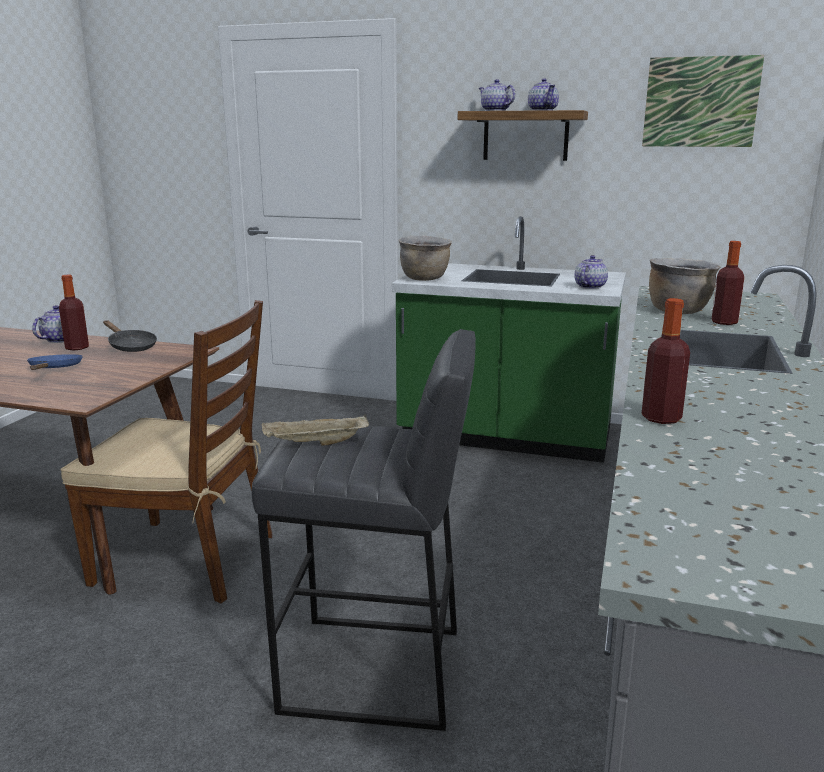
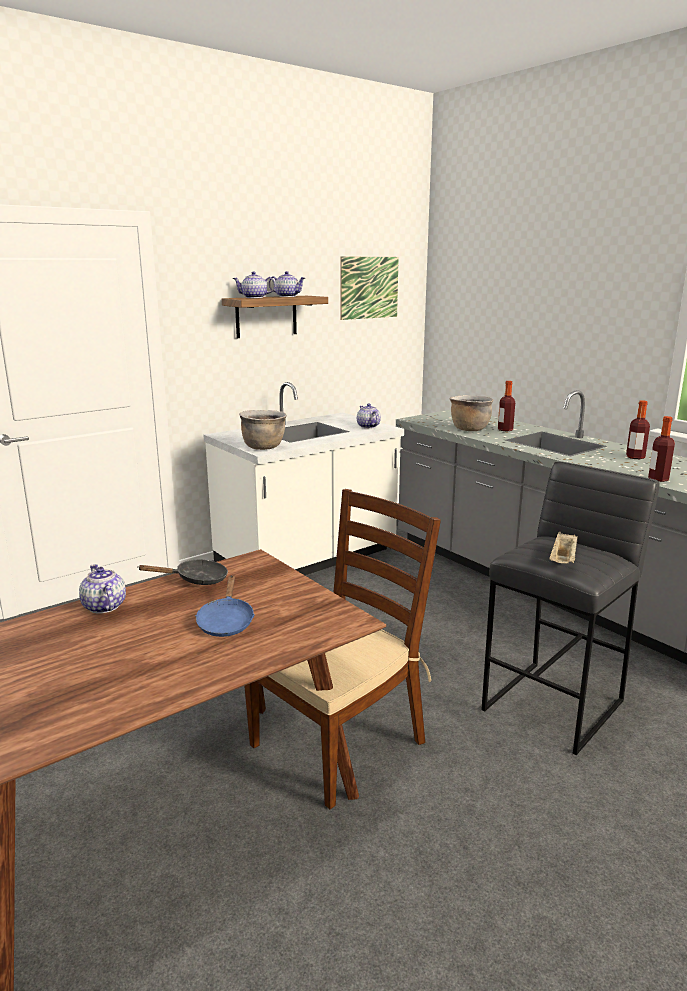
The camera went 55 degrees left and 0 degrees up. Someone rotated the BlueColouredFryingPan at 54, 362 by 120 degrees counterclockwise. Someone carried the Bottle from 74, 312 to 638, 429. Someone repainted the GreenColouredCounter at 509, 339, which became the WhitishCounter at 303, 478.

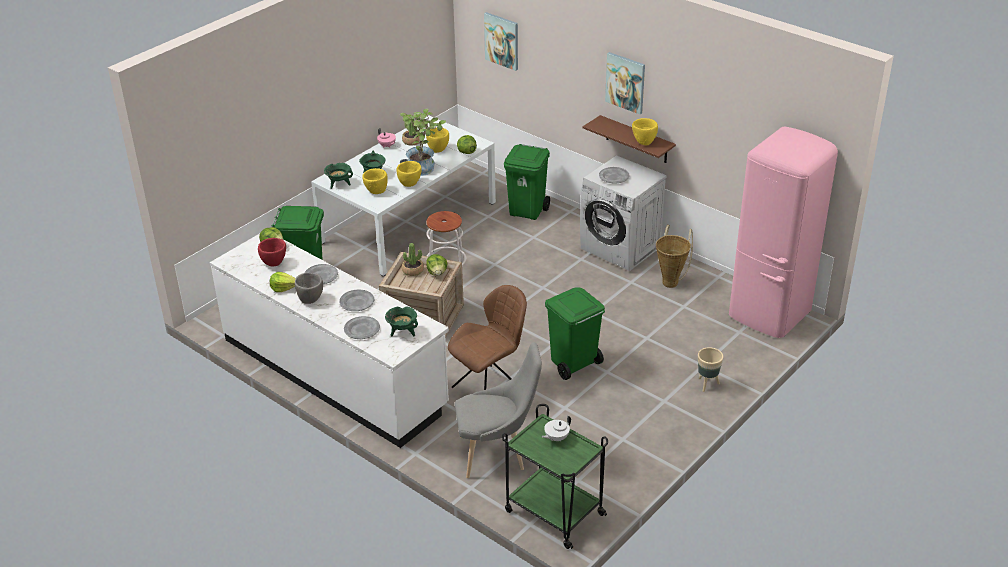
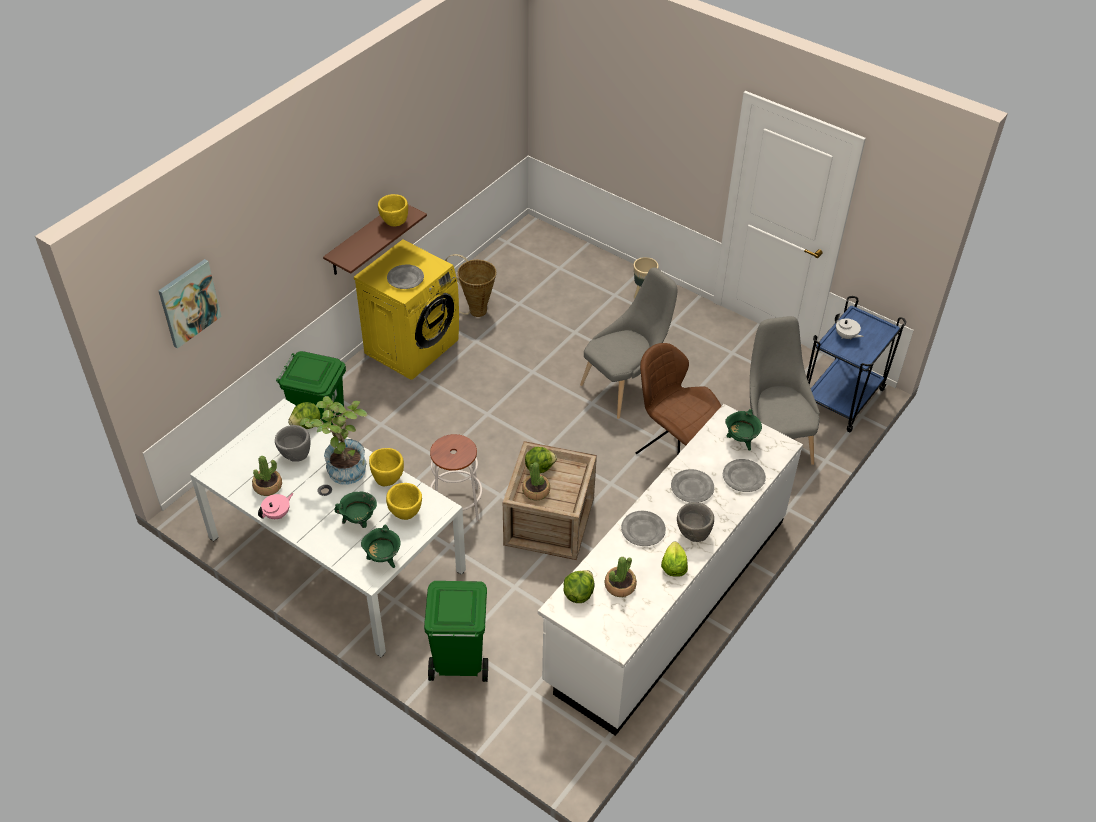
The camera went 95 degrees left and 10 degrees up. Someone swapped the RedDeepDish at 272, 252 for the Houseplant at 621, 577. Someone repainted the YellowishDeepDish at 437, 140, which became the GreyDeepDish at 293, 443. Someone repainted the GreenColouredCart at 555, 476, which became the BlueColouredCart at 856, 364. Someone swapped the GreenColouredRubbishBin at 575, 334 for the GreyChair at 628, 343. Someone repainted the WhitishLaundryAppliance at 623, 213, which became the YellowishLaundryAppliance at 406, 309. Someone took away the Picture at 625, 83. Someone took away the PinkFridge at 783, 232.

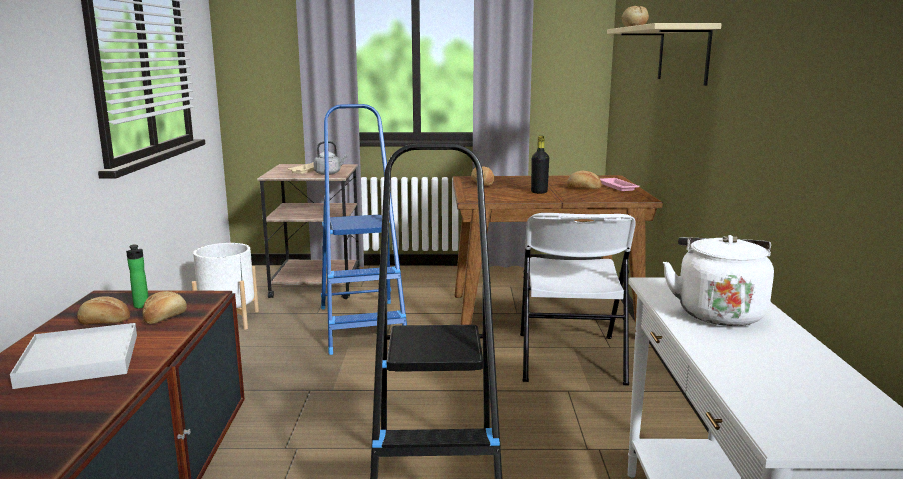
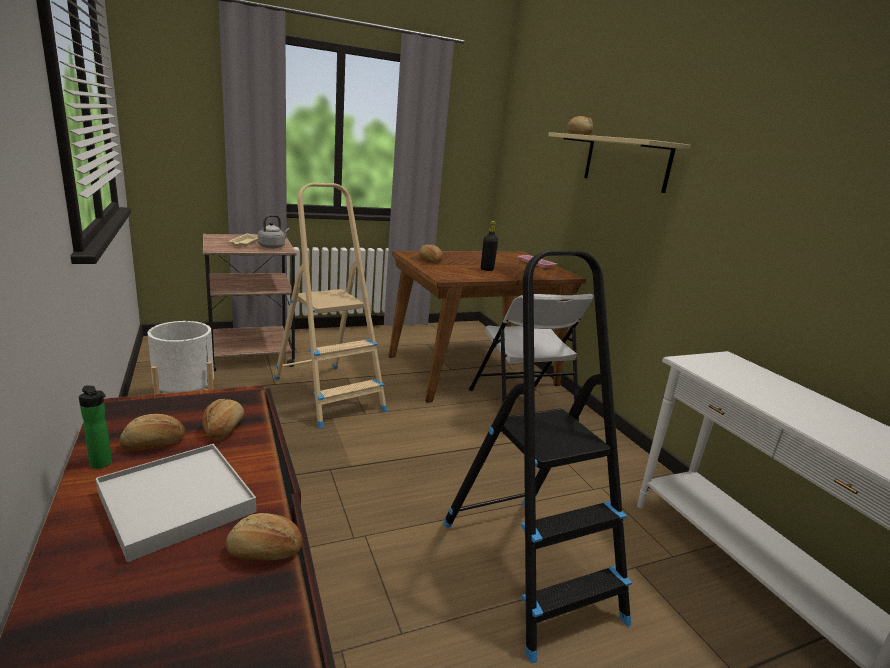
The camera went 25 degrees left and 5 degrees up. Someone carried the Bottle from 137, 276 to 95, 427. Someone repainted the BlueColouredStepLadder at 364, 229, which became the BeigeColouredStepLadder at 330, 306. Someone carried the BakeryBread from 584, 180 to 264, 536. Someone took away the WhitishKettle at 718, 280.

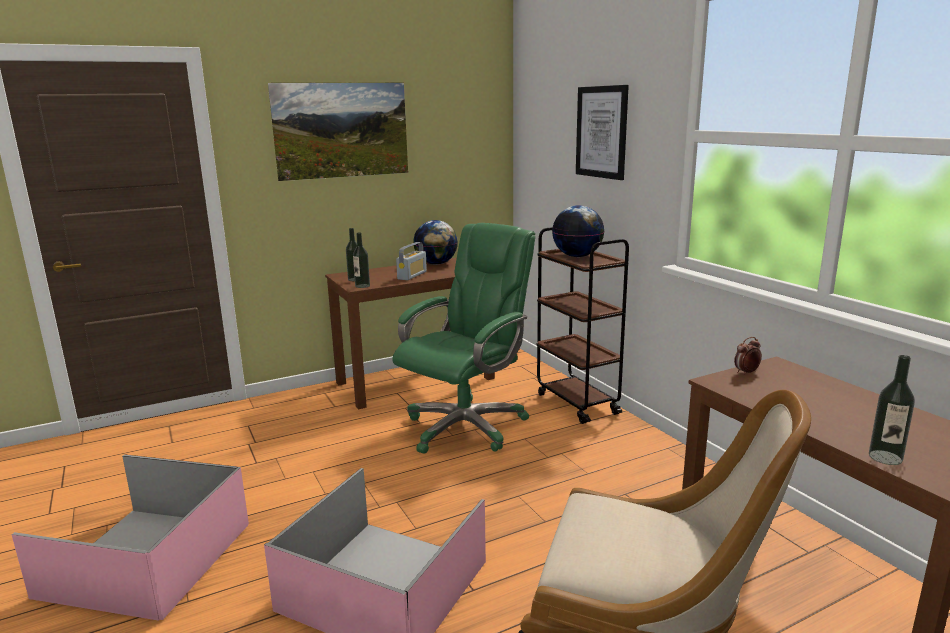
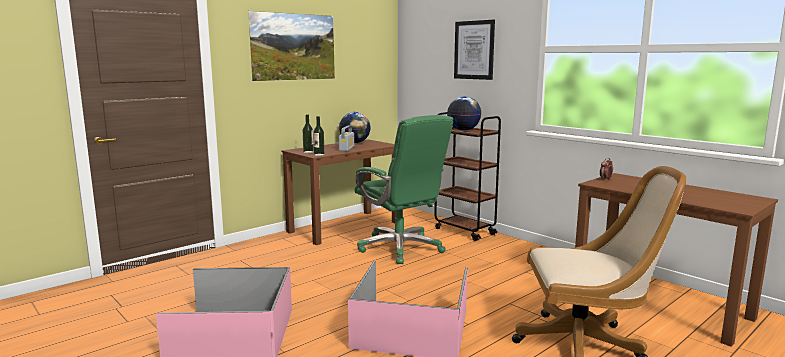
The camera went 15 degrees left and 5 degrees down. Someone rotated the GreenColouredDeskChair at 463, 338 by 120 degrees clockwise. Someone took away the Bottle at 892, 410.

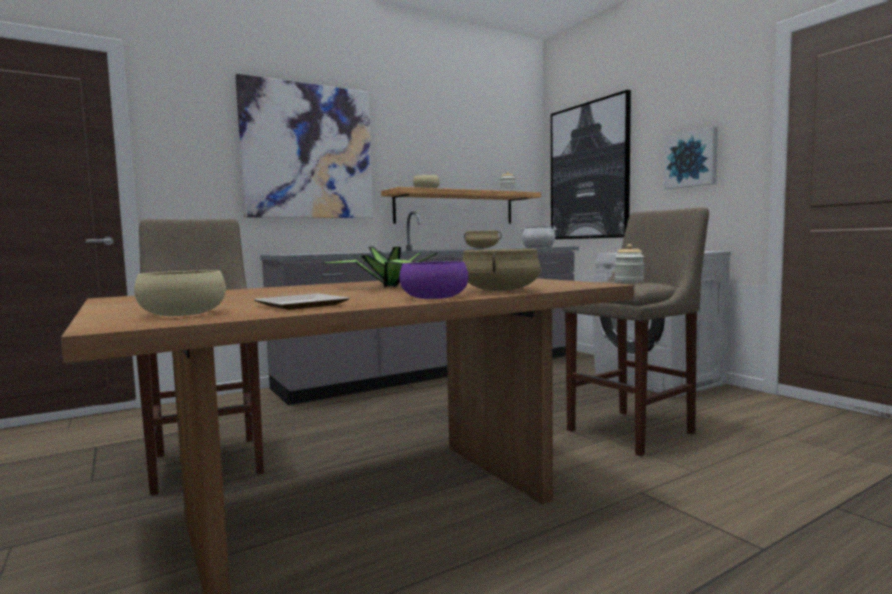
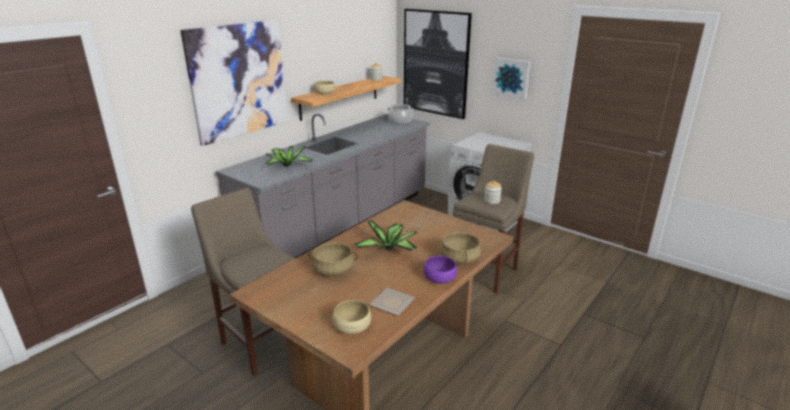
The camera went 20 degrees left and 20 degrees up. Someone carried the BeigeColouredSaucepot from 483, 240 to 333, 259. Someone put down the Houseplant at 289, 156.

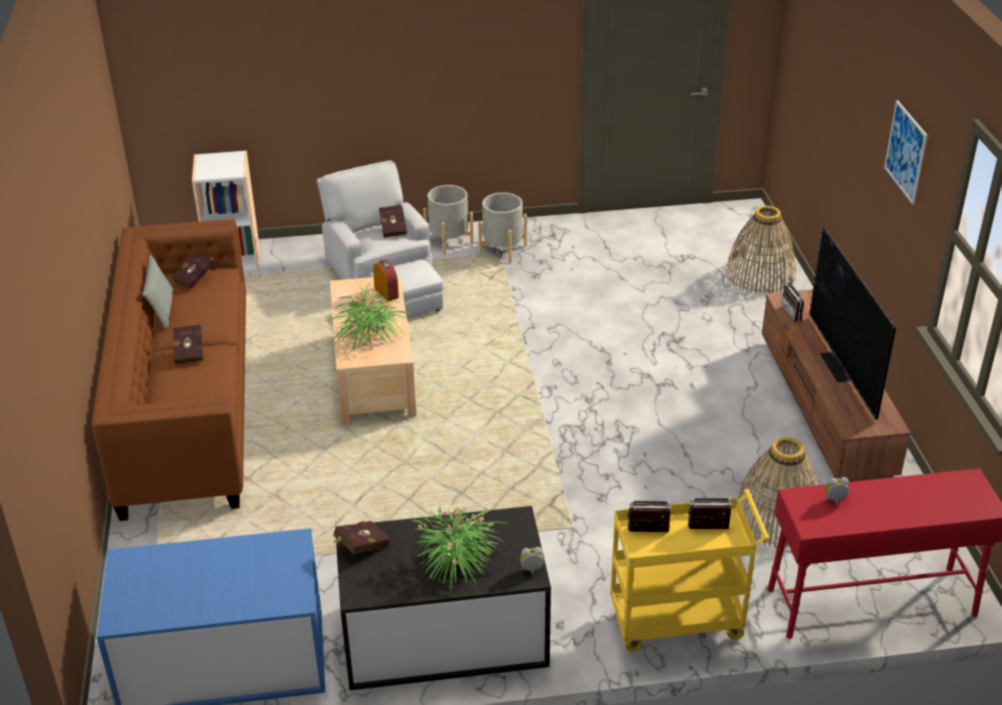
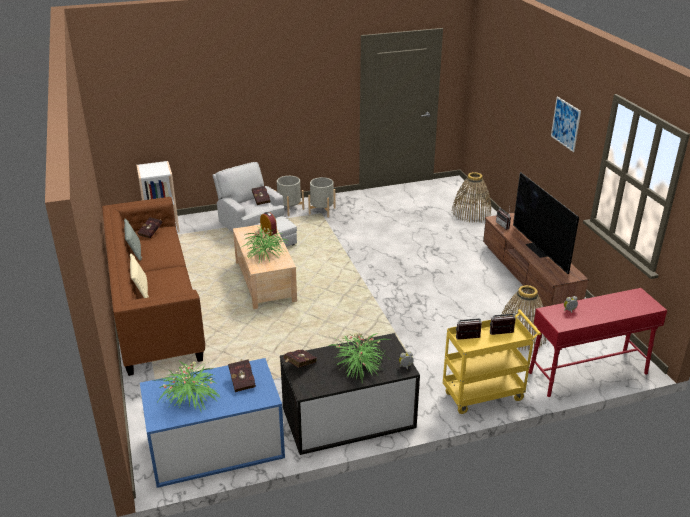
The camera went 10 degrees left and 5 degrees down. Someone carried the RedVolume from 188, 343 to 242, 375. Someone put down the BeigeColouredThrowPillow at 139, 276. Someone put down the Houseplant at 187, 386.

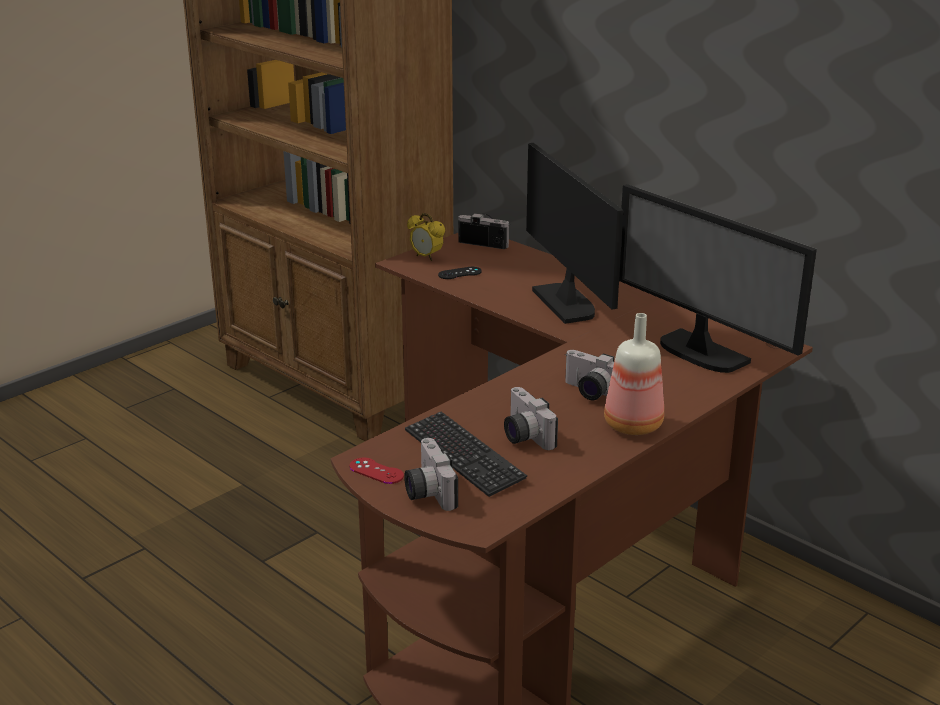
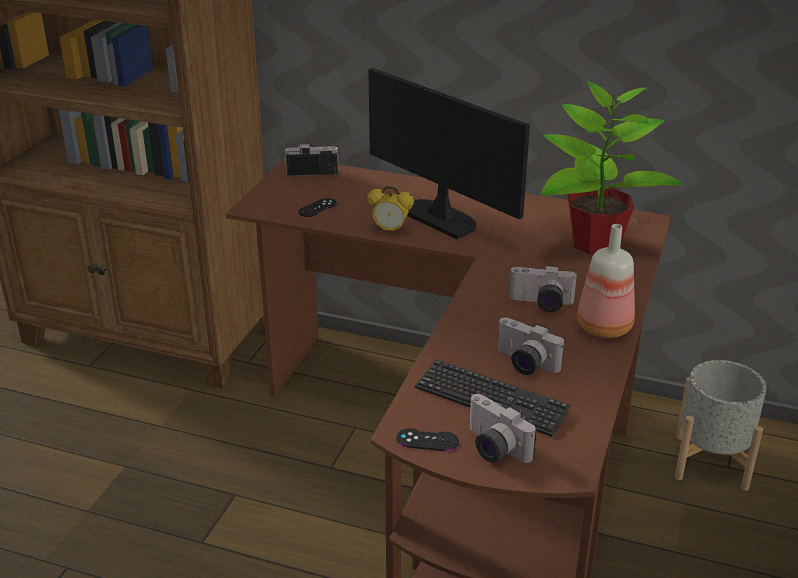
The camera went 25 degrees left and 5 degrees up. Someone repainted the RedGameController at 377, 471, which became the BlackishGameController at 427, 439. Someone carried the BedsideClock from 426, 237 to 390, 210. Someone swapped the ComputerDisplay at 718, 278 for the Houseplant at 612, 167. Someone put down the GreyPlantPot at 720, 425.

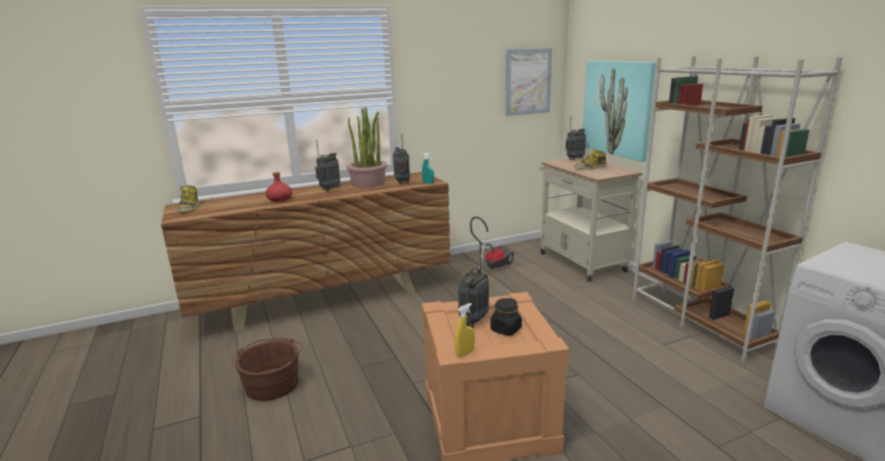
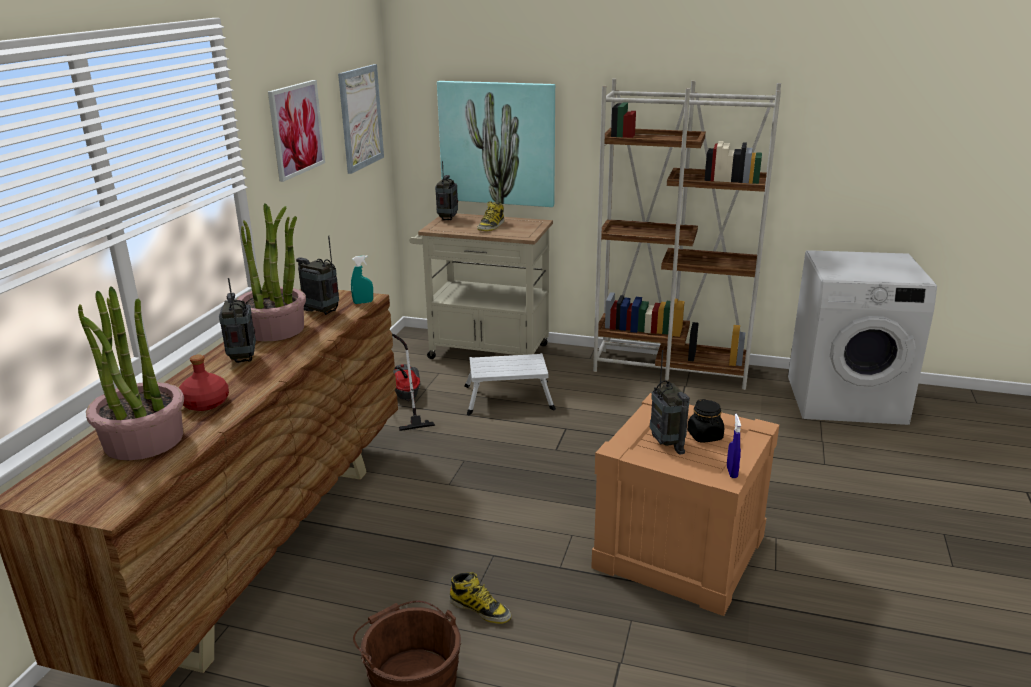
The camera went 50 degrees left and 5 degrees up. Someone carried the TallBoot from 188, 198 to 480, 598. Someone repainted the YellowishHandSprayer at 465, 330, which became the BlueColouredHandSprayer at 734, 446. Someone put down the Houseplant at 131, 374. Someone put up the Picture at 296, 131. Someone put down the WhitishStepLadder at 510, 384.

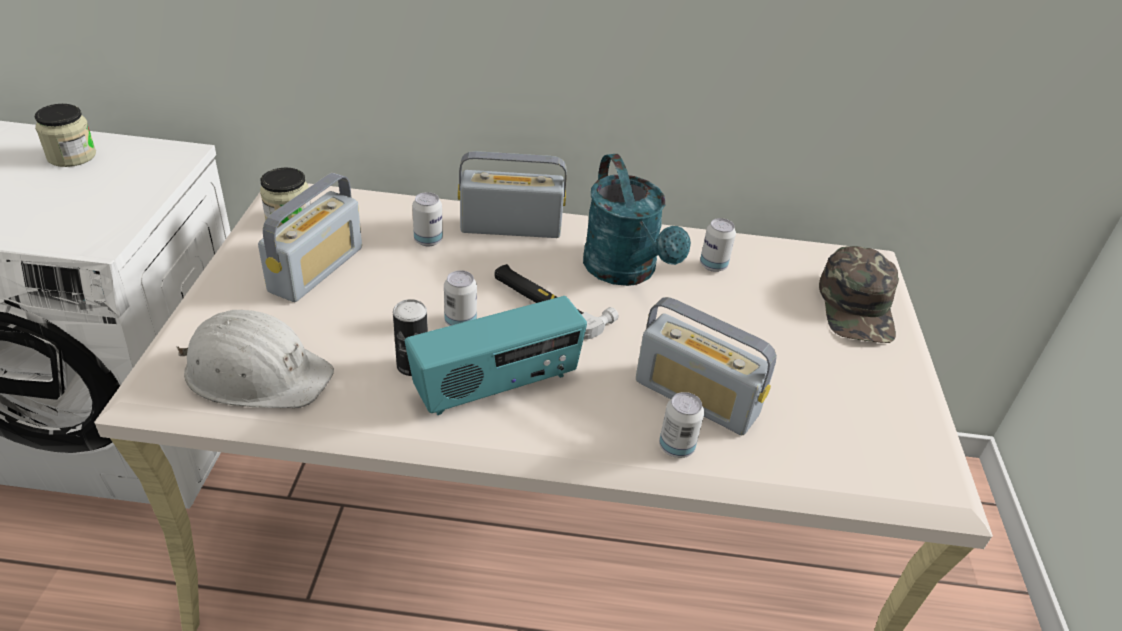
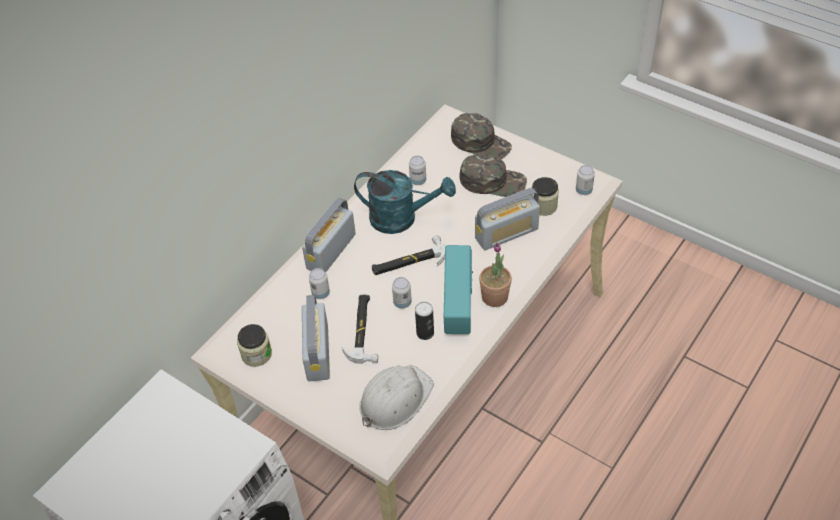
The camera went 55 degrees left and 10 degrees up. Someone carried the Jar from 65, 135 to 545, 196. Someone rotated the RadioSet at 310, 237 by 150 degrees counterclockwise. Someone carried the SealedCan from 681, 425 to 585, 180. Someone put down the Hammer at 360, 329. Someone put down the GreenColouredPeakedCap at 493, 175. Someone put down the Houseplant at 495, 275.

